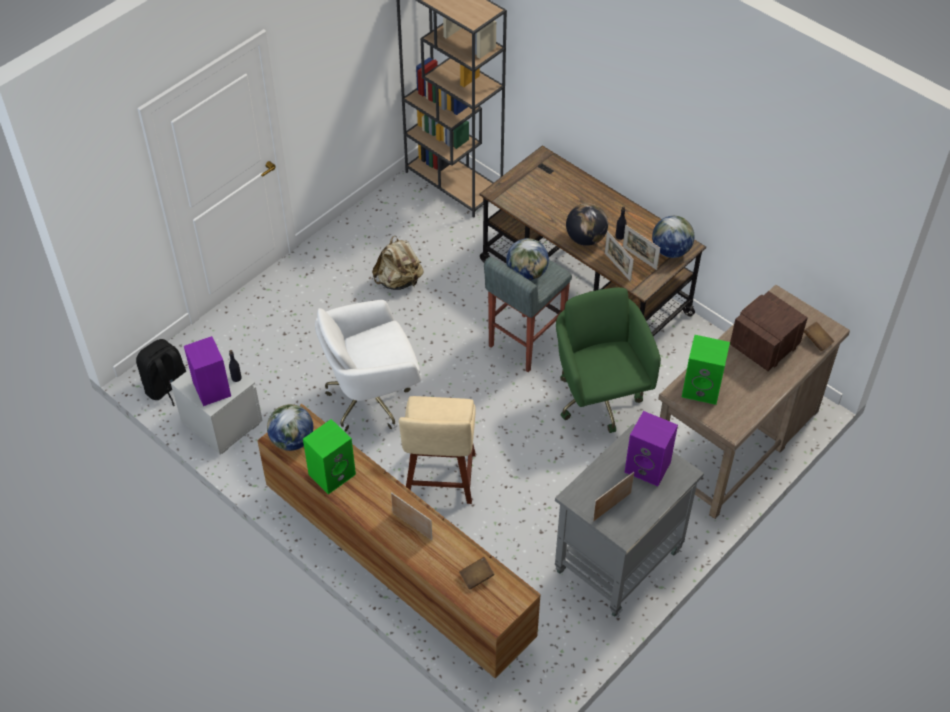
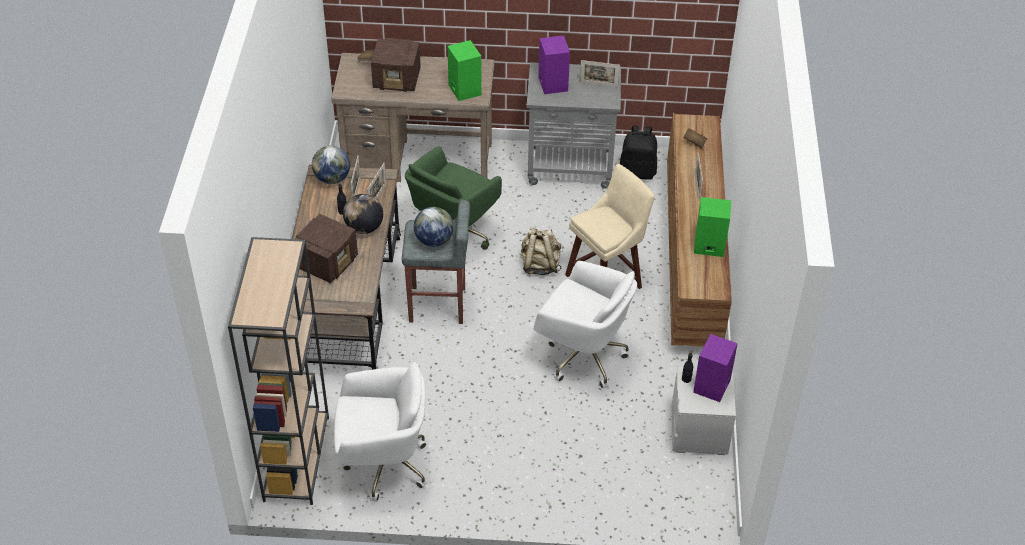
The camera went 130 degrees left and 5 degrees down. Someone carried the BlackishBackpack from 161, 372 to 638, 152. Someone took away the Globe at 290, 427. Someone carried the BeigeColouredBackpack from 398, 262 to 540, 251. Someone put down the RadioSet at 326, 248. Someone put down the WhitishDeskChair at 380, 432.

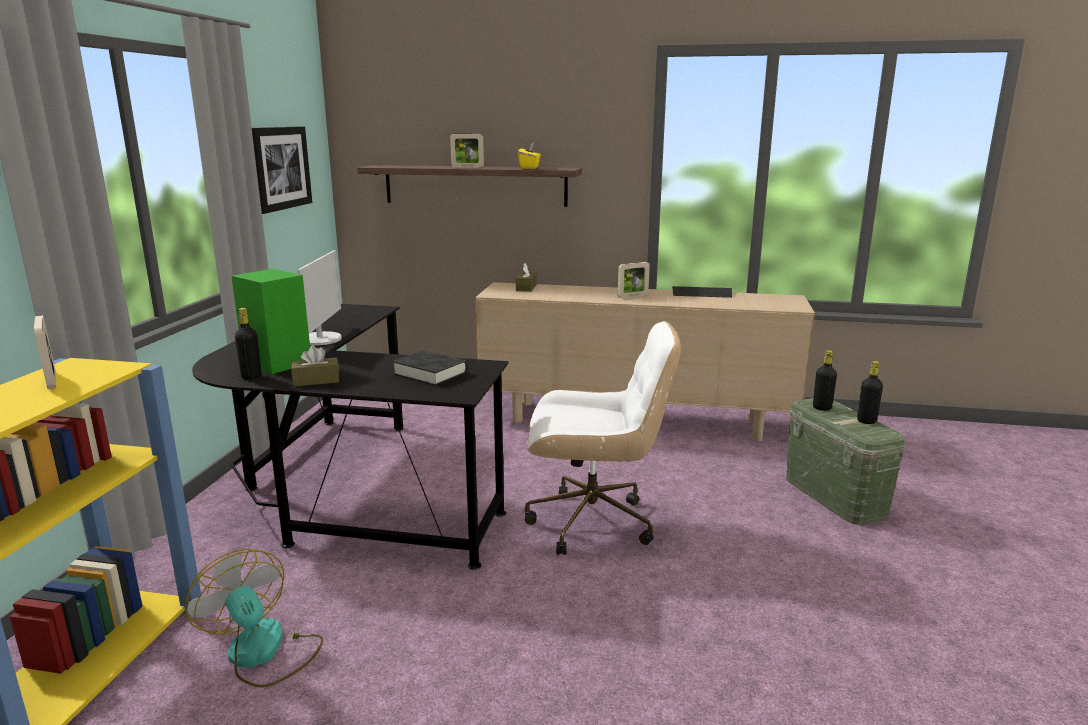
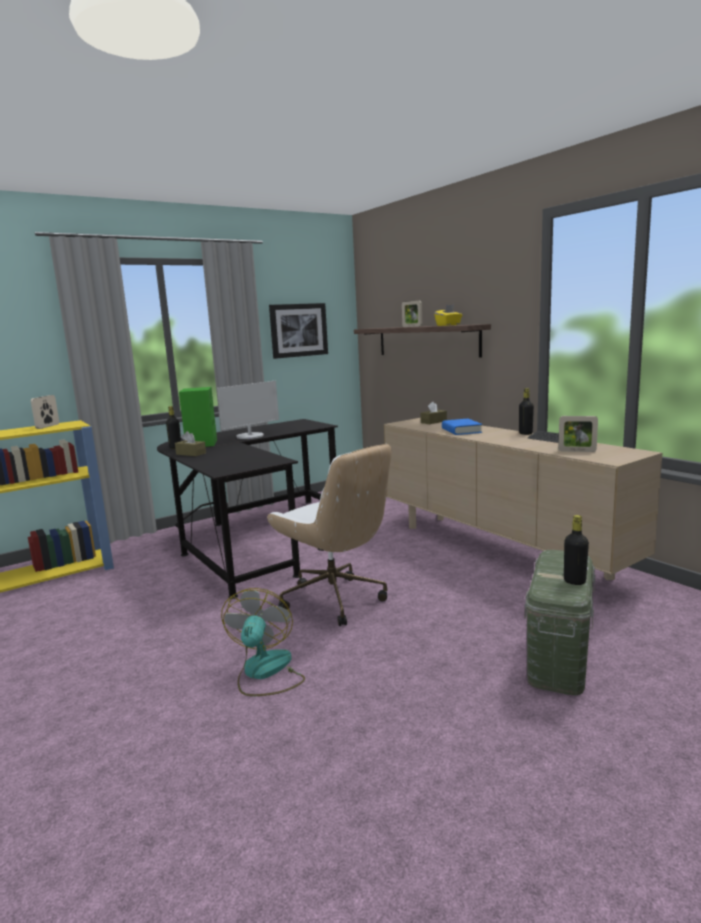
The camera went 45 degrees right and 5 degrees down. Someone carried the Fan from 254, 618 to 263, 642. Someone took away the BlackishVolume at 429, 368. Someone carried the StandingFrame from 634, 280 to 578, 434. Someone carried the BlackishBottle from 825, 380 to 526, 411. Someone put down the BlueColouredVolume at 462, 427.

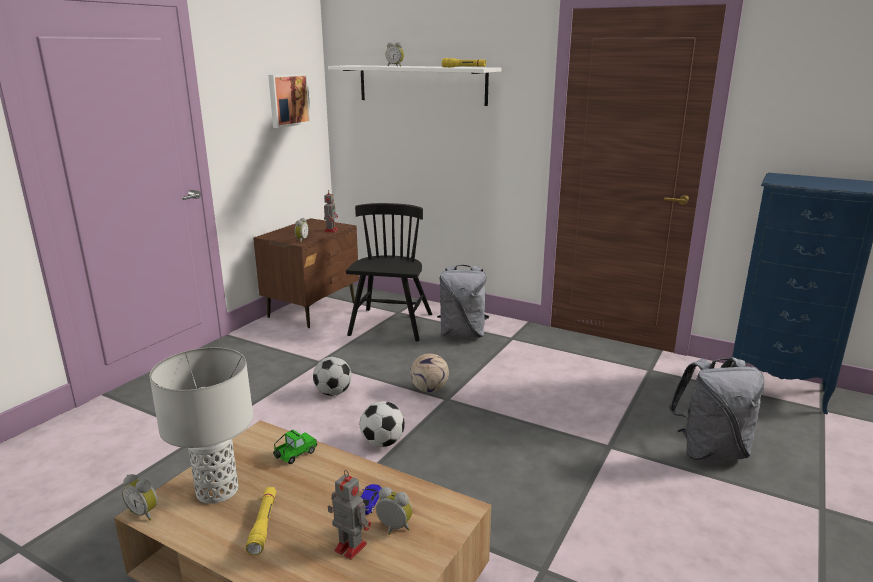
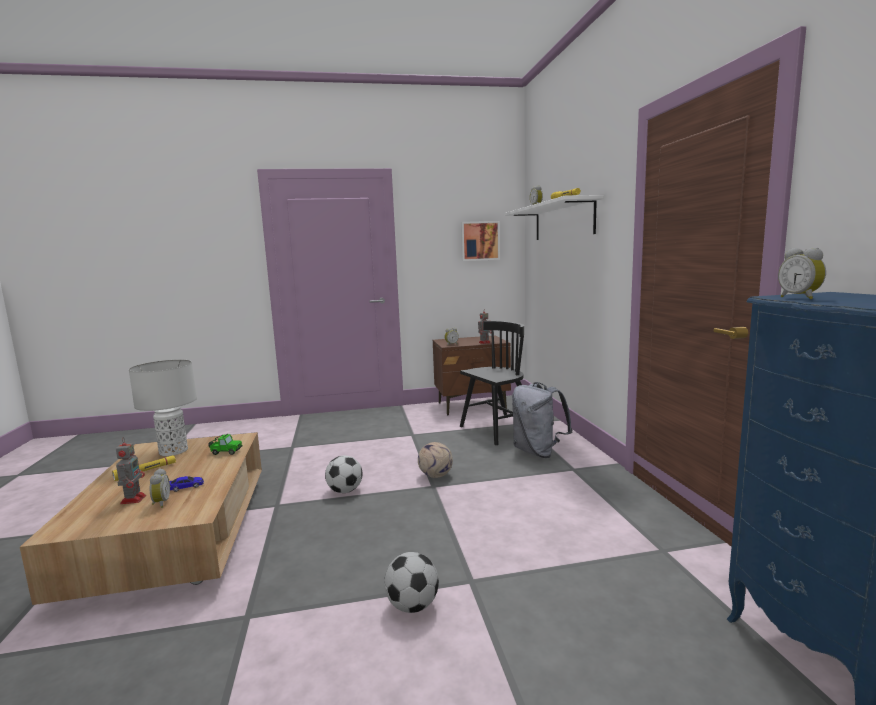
The camera went 50 degrees right and 10 degrees down. Someone carried the BedsideClock from 139, 497 to 802, 273. Someone carried the FootballBall from 332, 376 to 411, 582. Someone took away the GreyBackpack at 716, 409.

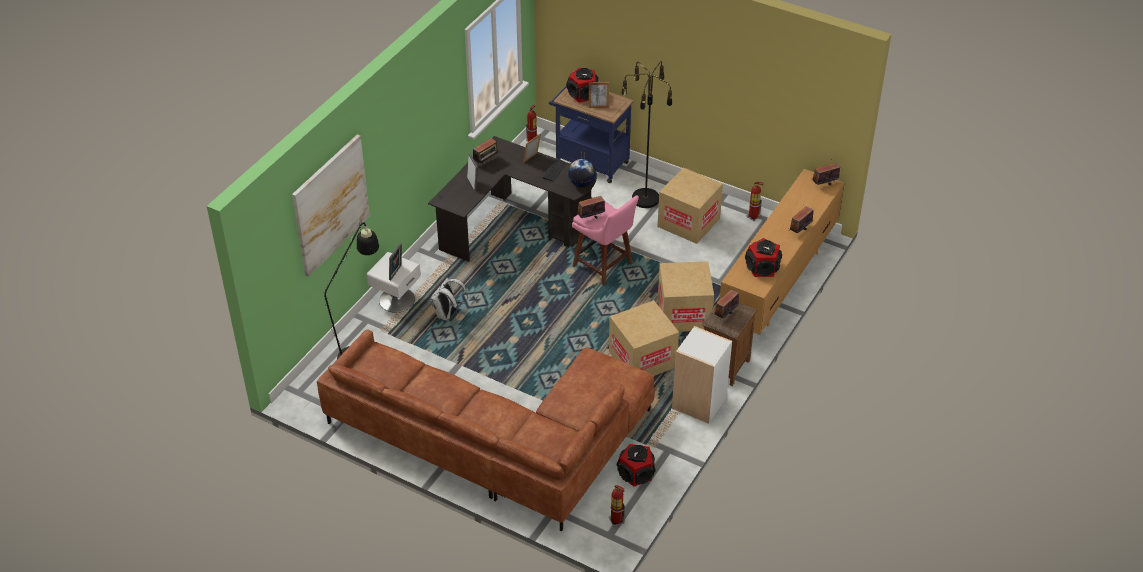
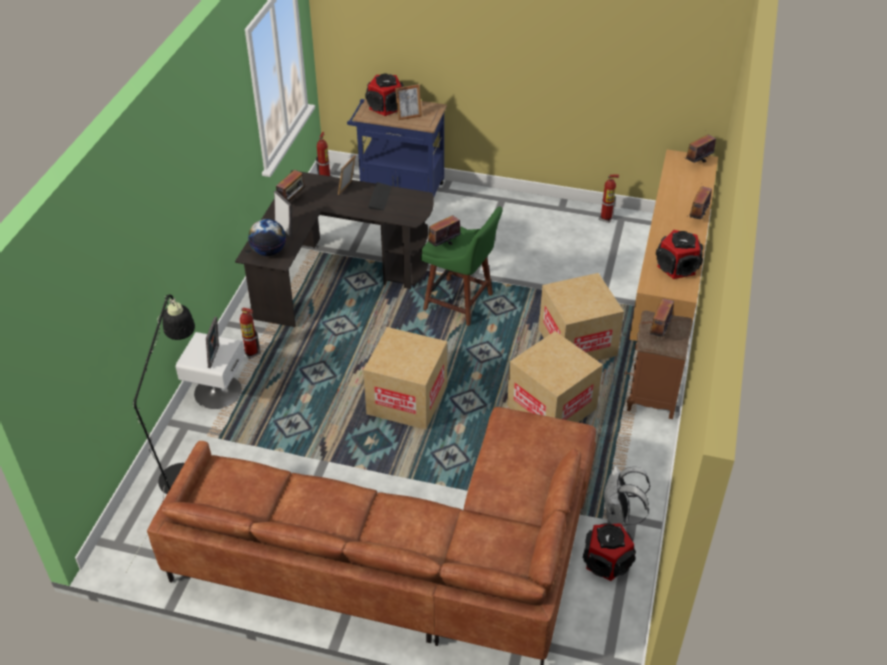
The camera went 15 degrees left and 0 degrees up. Someone took away the Picture at 331, 205. Someone carried the WhitishBackpack from 449, 299 to 627, 496. Someone carried the Globe from 582, 173 to 267, 237. Someone repainted the PinkStoolSeat at 605, 240, which became the GreenColouredStoolSeat at 461, 266. Someone carried the Extinguisher from 617, 506 to 250, 333. Someone took away the StandardLamp at 647, 134. Someone carried the CardboardBox from 690, 205 to 405, 378. Someone took away the Bookcase at 702, 375.

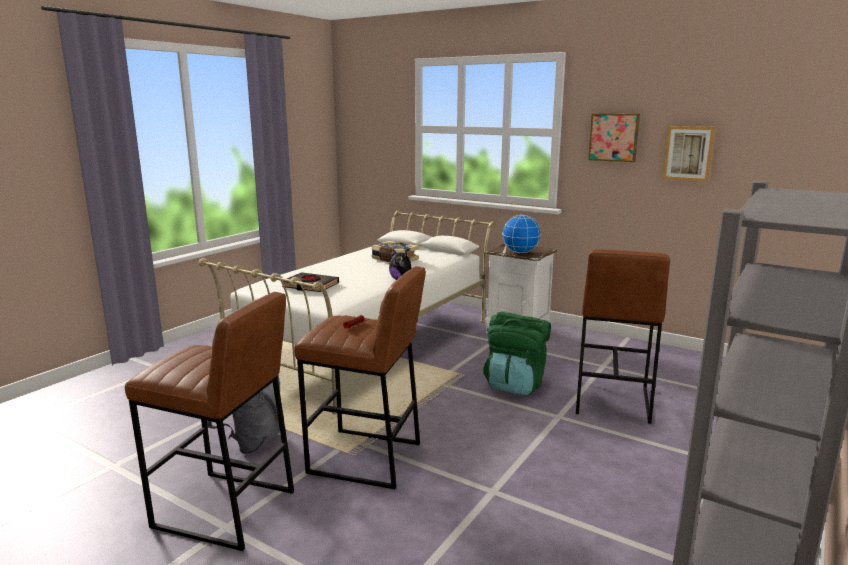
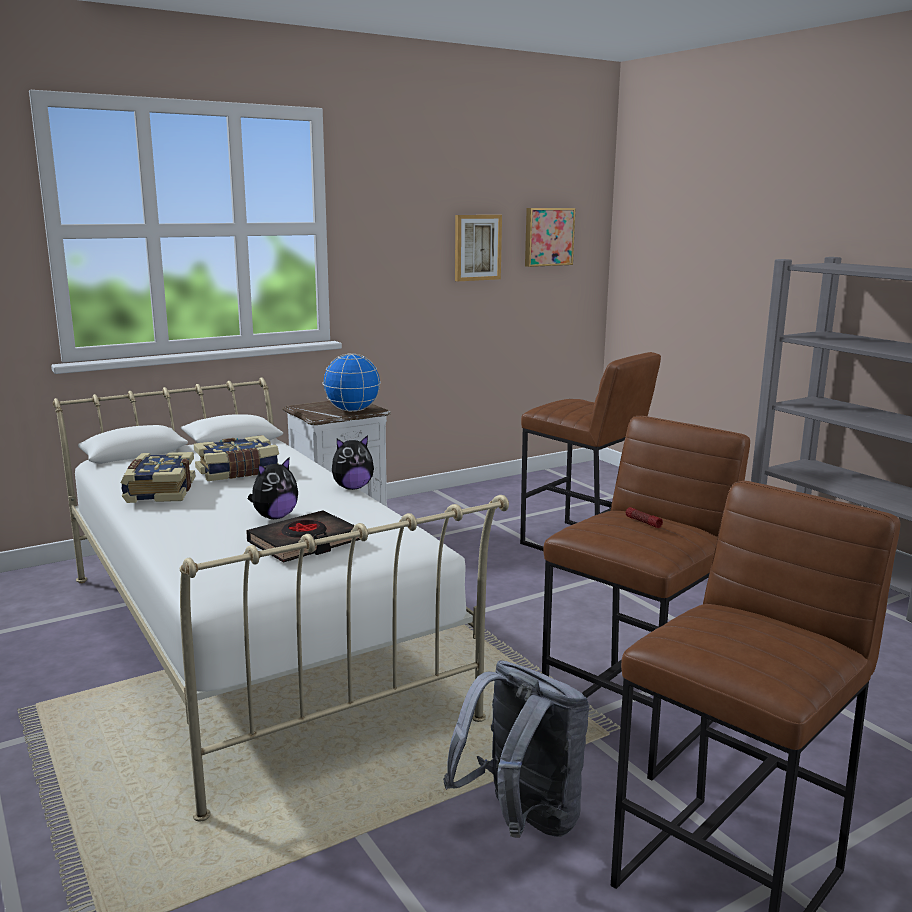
The camera went 65 degrees left and 0 degrees up. Someone took away the GreenColouredBackpack at 517, 353. Someone carried the Picture from 614, 137 to 550, 237. Someone put down the Volume at 157, 477. Someone put down the CuddlyToy at 273, 488.

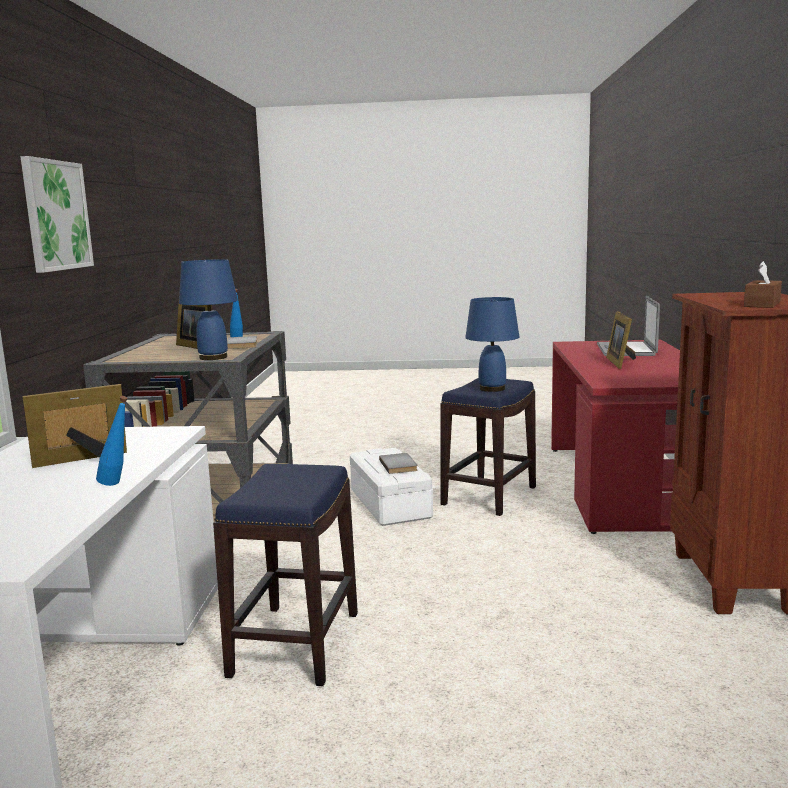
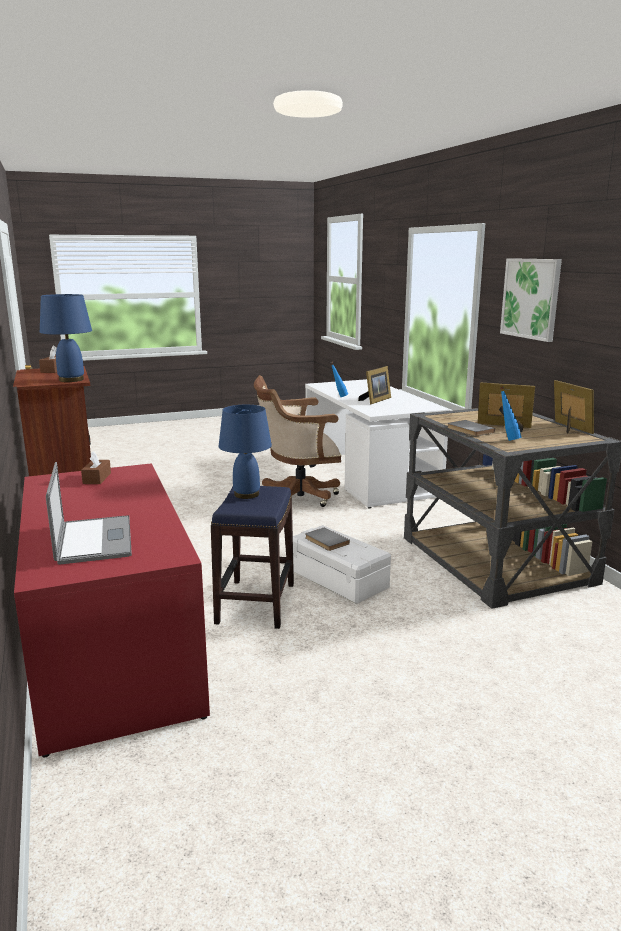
The camera went 155 degrees right and 5 degrees up. Someone carried the BlueColouredTabletopLamp from 208, 309 to 66, 338. Someone swapped the StoolSeat at 285, 575 for the DeskChair at 297, 441. Someone carried the StandingFrame from 621, 340 to 574, 407. Someone put down the BrownColouredTissueBox at 96, 467.

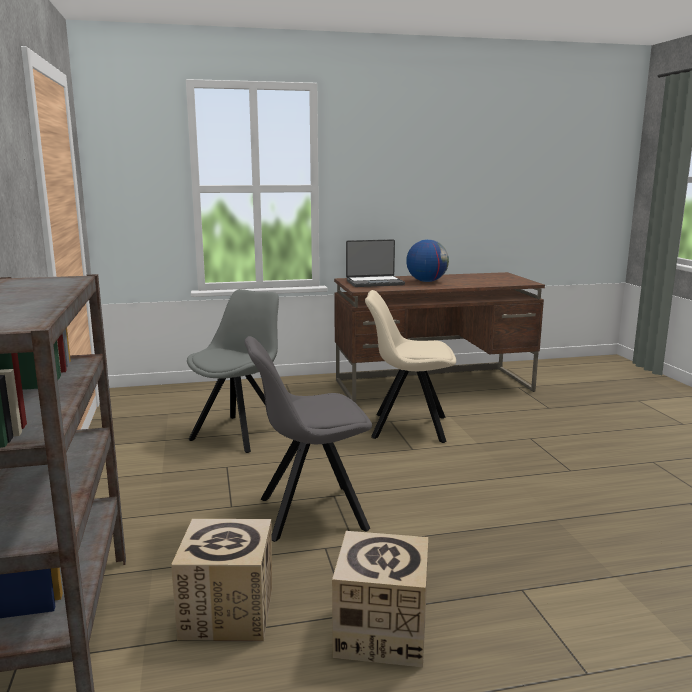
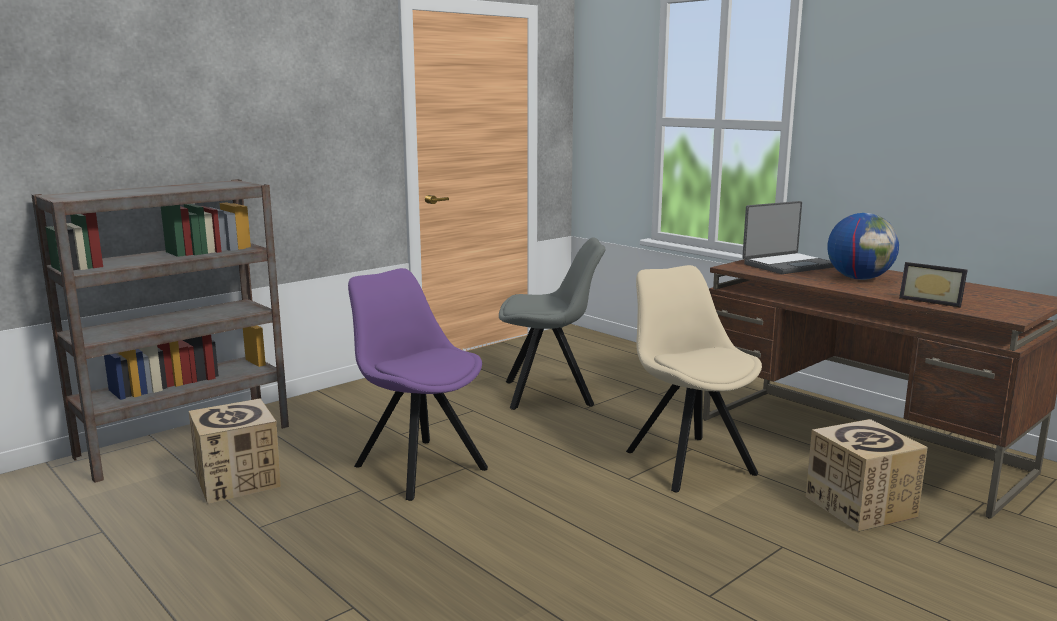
The camera went 60 degrees right and 0 degrees up. Someone repainted the GreyChair at 308, 439, which became the PurplishChair at 418, 384. Someone carried the CardboardBox from 380, 599 to 866, 475. Someone rotated the NotebookComputer at 375, 263 by 75 degrees counterclockwise. Someone put down the StandingFrame at 933, 284.

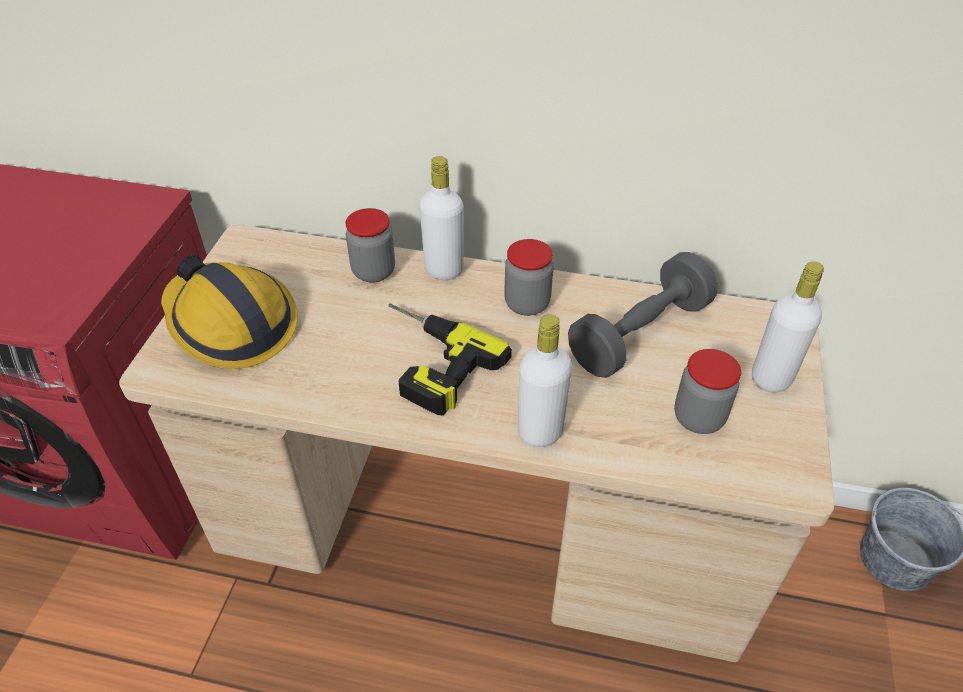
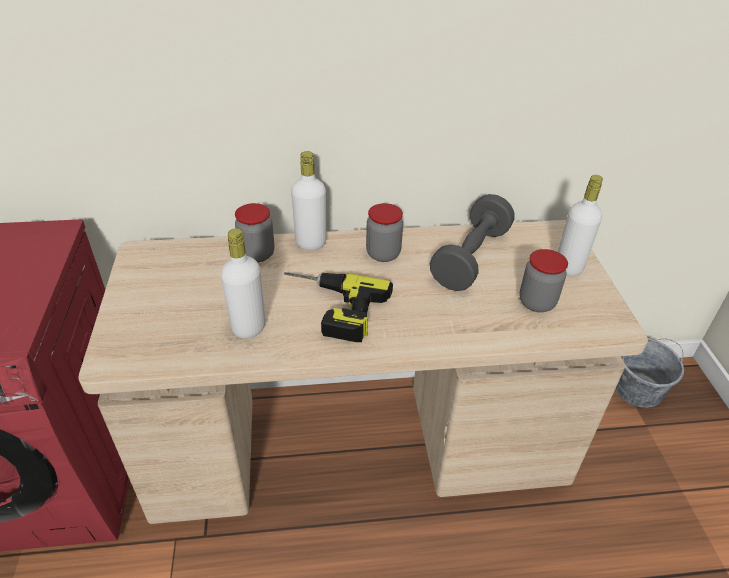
The camera went 20 degrees left and 5 degrees down. Someone took away the WorkHelmet at 229, 312. Someone carried the WhitishBottle from 545, 381 to 243, 283.

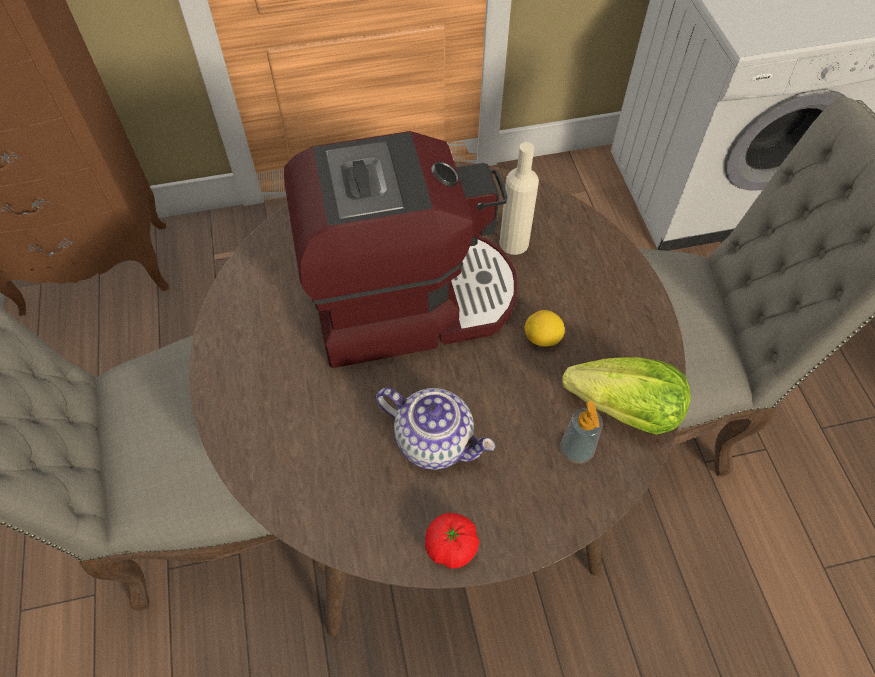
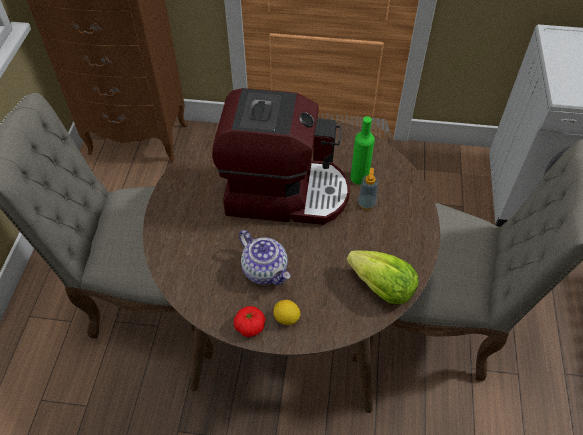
The camera went 20 degrees right and 5 degrees down. Someone repainted the BeigeColouredBottle at 519, 198, which became the GreenColouredBottle at 363, 150. Someone carried the CitrusFruit from 545, 328 to 287, 312. Someone carried the SoapBottle from 581, 432 to 368, 189.

